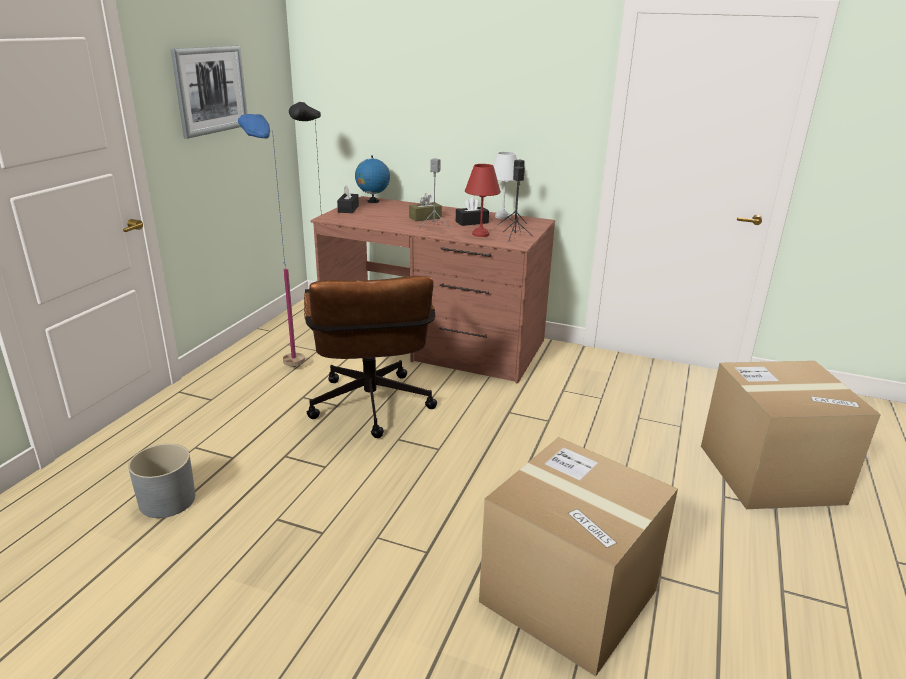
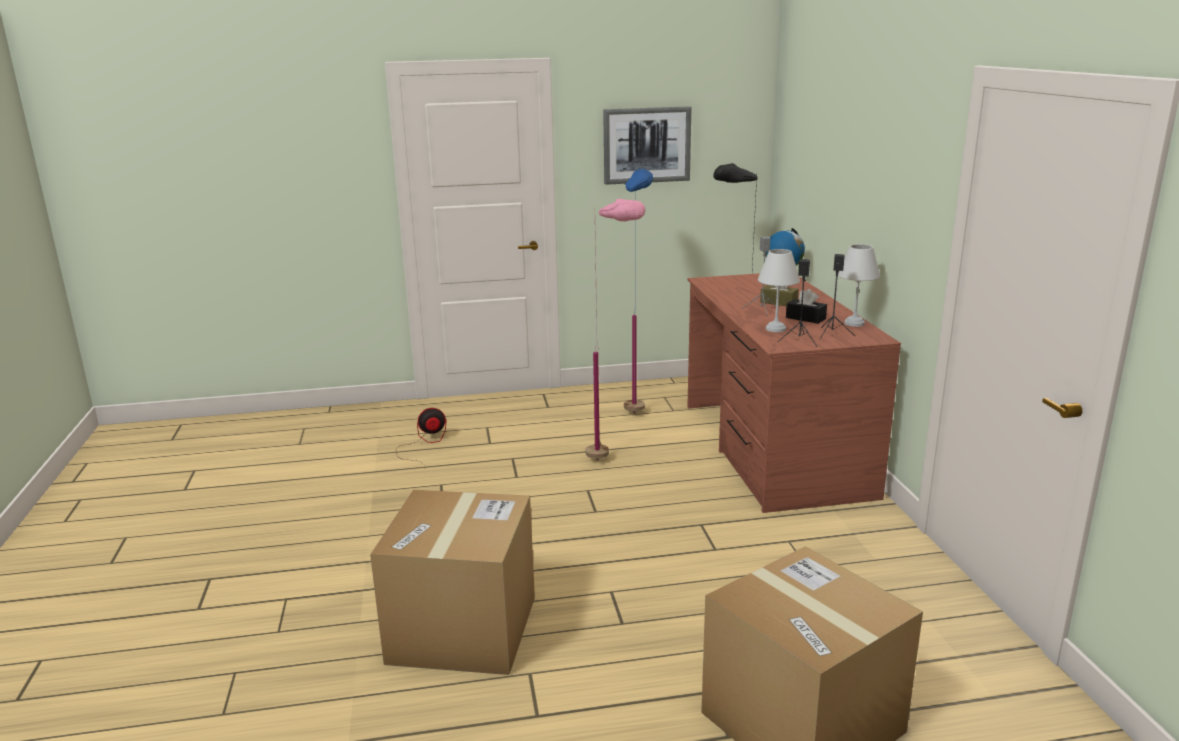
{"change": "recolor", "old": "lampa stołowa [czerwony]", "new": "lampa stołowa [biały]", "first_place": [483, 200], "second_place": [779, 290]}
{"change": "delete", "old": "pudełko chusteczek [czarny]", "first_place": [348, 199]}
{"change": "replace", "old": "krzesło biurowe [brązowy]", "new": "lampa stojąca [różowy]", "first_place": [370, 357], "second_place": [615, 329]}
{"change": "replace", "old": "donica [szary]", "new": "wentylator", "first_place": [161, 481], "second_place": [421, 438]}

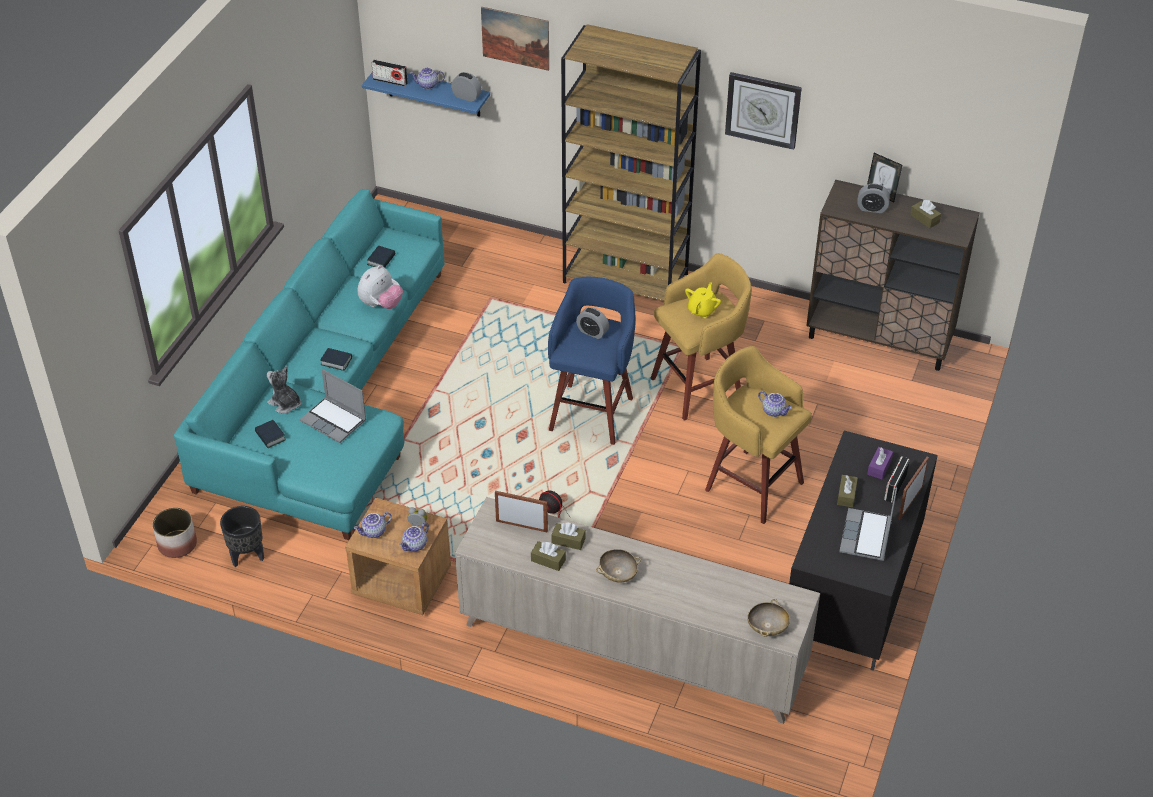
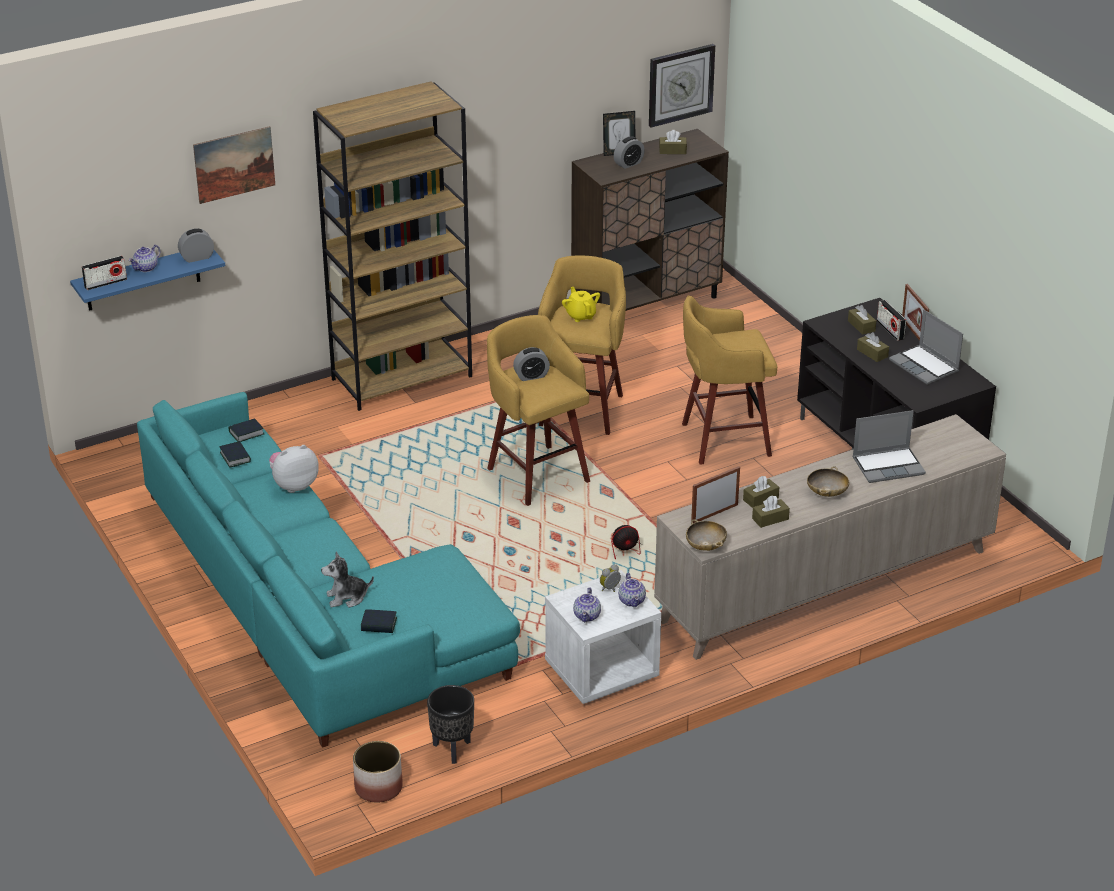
{"change": "move", "old": "zegar ścienny", "first_place": [763, 111], "second_place": [682, 85]}
{"change": "rotate", "old": "pluszak", "first_place": [380, 287], "second_place": [294, 469], "degrees": -105}
{"change": "recolor", "old": "stołek [niebieski]", "new": "stołek [żółty]", "first_place": [592, 361], "second_place": [538, 410]}
{"change": "move", "old": "książka", "first_place": [336, 359], "second_place": [246, 430]}
{"change": "move", "old": "laptop", "first_place": [333, 406], "second_place": [889, 446]}
{"change": "delete", "old": "imbryk", "first_place": [775, 404]}
{"change": "recolor", "old": "pudełko chusteczek [fioletowy]", "new": "pudełko chusteczek [brązowy]", "first_place": [880, 463], "second_place": [862, 320]}
{"change": "recolor", "old": "szafka nocna [brązowy]", "new": "szafka nocna [biały]", "first_place": [398, 556], "second_place": [603, 637]}
{"change": "move", "old": "miska [beżowy]", "first_place": [768, 618], "second_place": [706, 535]}

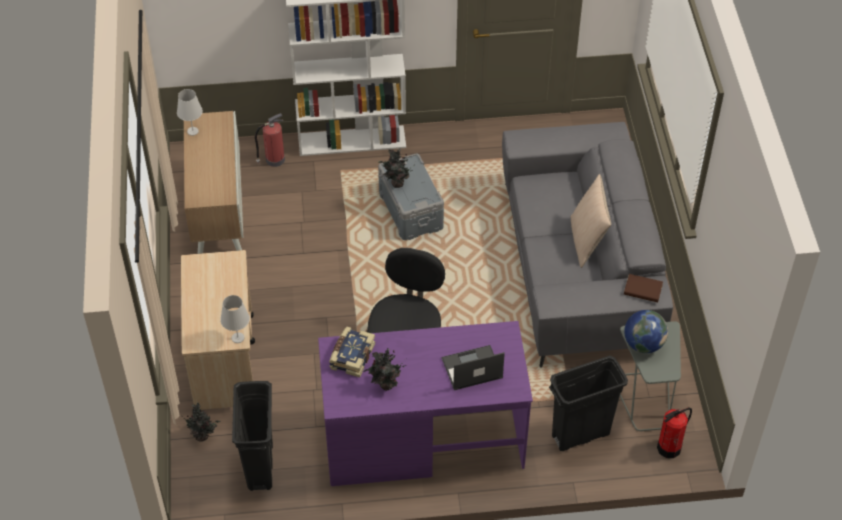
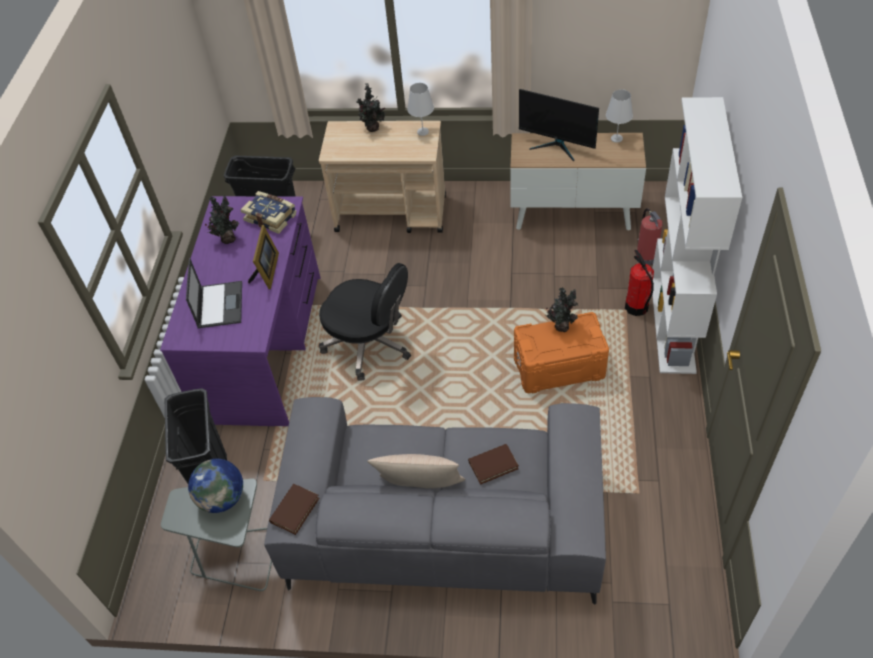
{"change": "recolor", "old": "pojemnik do przechowywania [szary]", "new": "pojemnik do przechowywania [pomarańczowy]", "first_place": [411, 196], "second_place": [561, 353]}
{"change": "move", "old": "lampa stołowa [biały]", "first_place": [235, 319], "second_place": [420, 109]}
{"change": "move", "old": "roślina doniczkowa", "first_place": [201, 422], "second_place": [371, 107]}
{"change": "move", "old": "gaśnica", "first_place": [674, 433], "second_place": [639, 283]}
{"change": "insert", "new": "monitor", "second_place": [559, 125]}
{"change": "insert", "new": "ramka na zdjęcie", "second_place": [263, 257]}
{"change": "insert", "new": "książka [brązowy]", "second_place": [493, 464]}

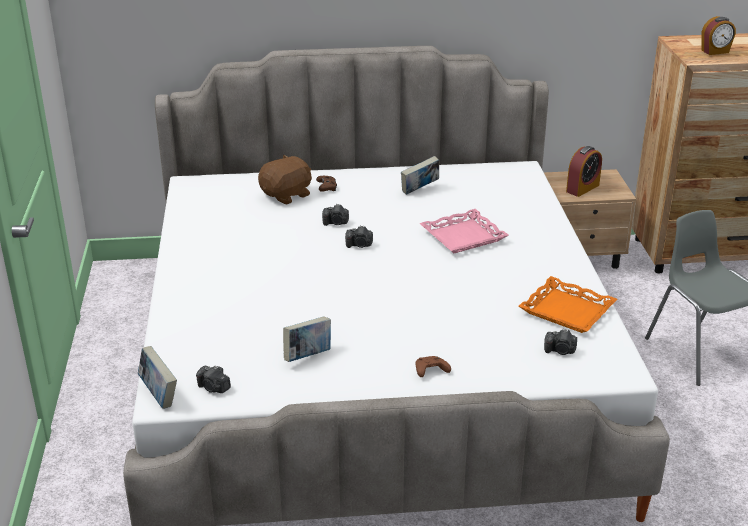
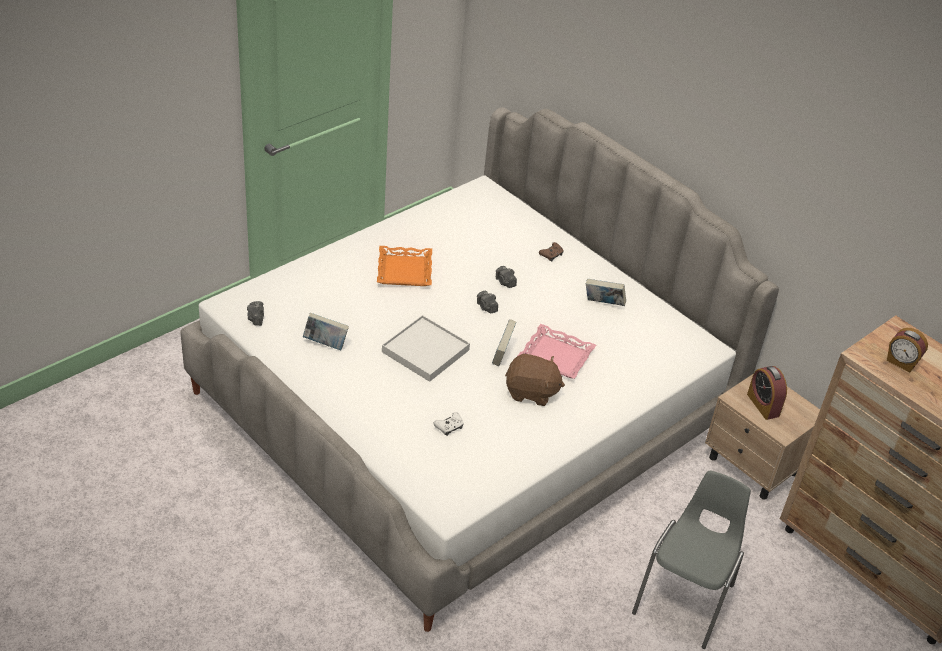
{"change": "rotate", "old": "budzik", "first_place": [584, 171], "second_place": [767, 393], "degrees": 60}
{"change": "move", "old": "pluszak [brązowy]", "first_place": [285, 179], "second_place": [535, 380]}
{"change": "move", "old": "taca [pomarańczowy]", "first_place": [568, 304], "second_place": [404, 266]}
{"change": "delete", "old": "aparat fotograficzny", "first_place": [560, 342]}
{"change": "move", "old": "książka", "first_place": [157, 377], "second_place": [504, 342]}
{"change": "delete", "old": "pad do gier [brązowy]", "first_place": [433, 366]}
{"change": "insert", "new": "taca [biały]", "second_place": [426, 348]}
{"change": "insert", "new": "pad do gier [biały]", "second_place": [448, 424]}

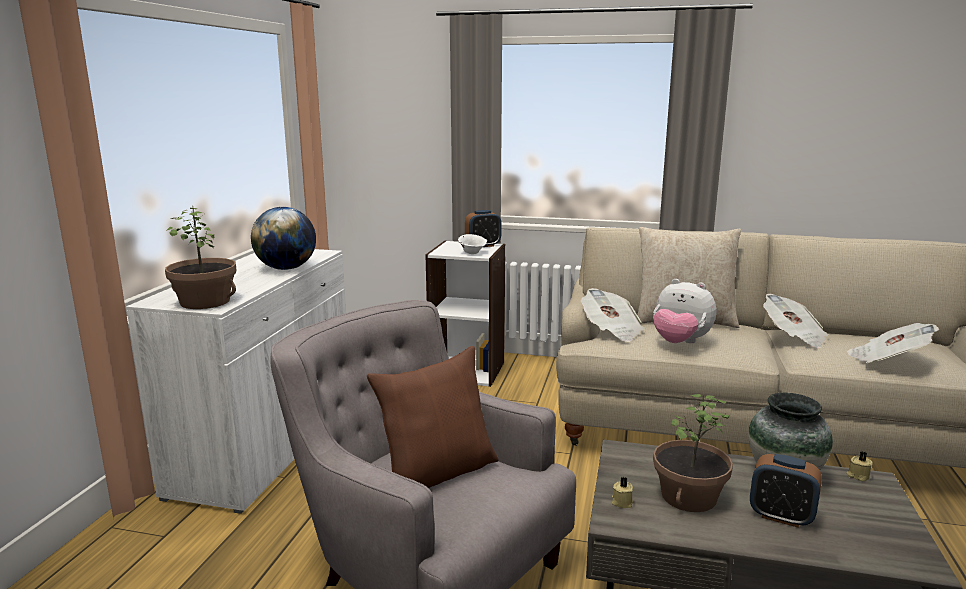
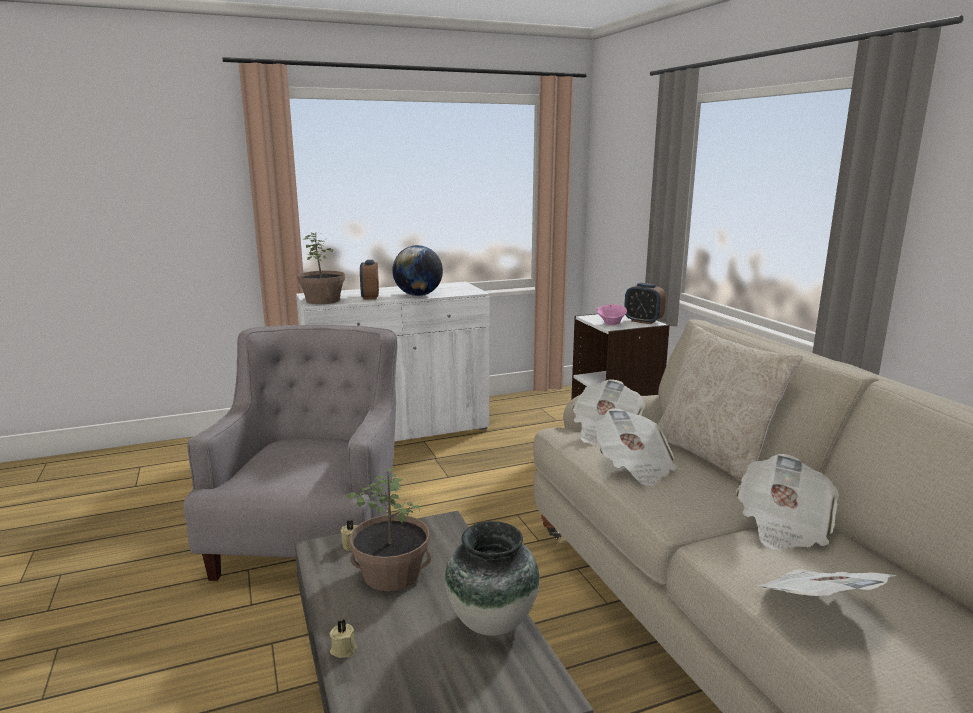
{"change": "recolor", "old": "miska [biały]", "new": "miska [różowy]", "first_place": [472, 244], "second_place": [612, 314]}
{"change": "replace", "old": "pluszak", "new": "gazeta", "first_place": [684, 311], "second_place": [636, 447]}
{"change": "delete", "old": "poduszka [brązowy]", "first_place": [433, 417]}
{"change": "move", "old": "świeca [beżowy]", "first_place": [859, 466], "second_place": [343, 639]}
{"change": "move", "old": "budzik", "first_place": [786, 491], "second_place": [369, 280]}

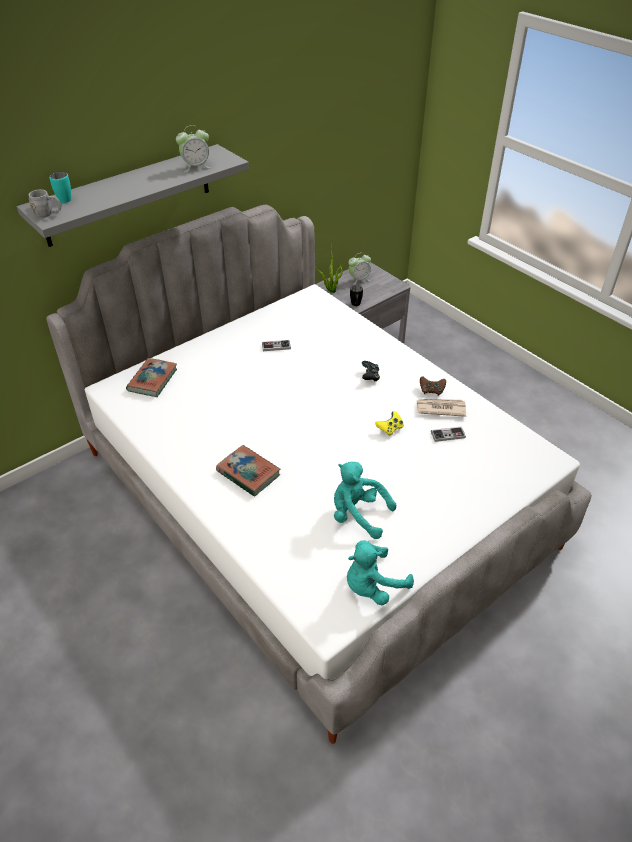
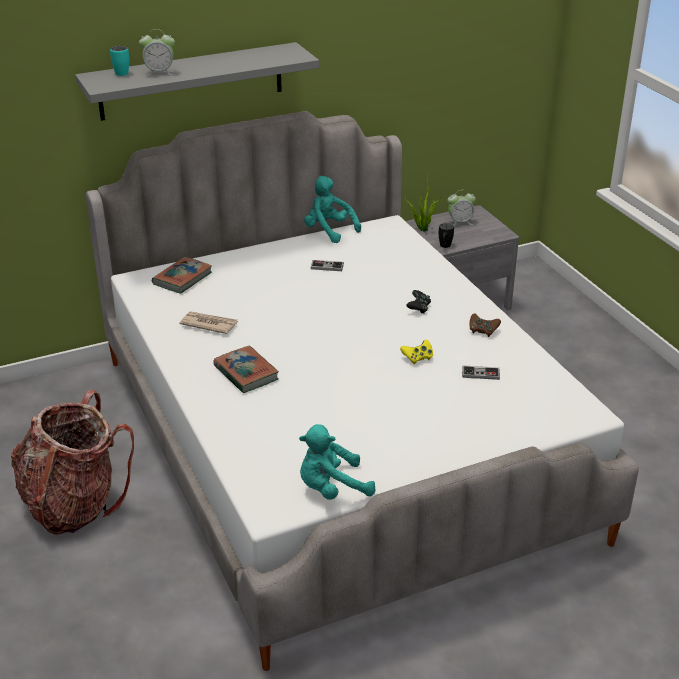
{"change": "move", "old": "budzik", "first_place": [193, 148], "second_place": [157, 53]}
{"change": "delete", "old": "kubek [szary]", "first_place": [45, 203]}
{"change": "move", "old": "gazeta", "first_place": [441, 408], "second_place": [209, 322]}
{"change": "move", "old": "pluszak [turkusowy]", "first_place": [365, 500], "second_place": [332, 209]}
{"change": "insert", "new": "plecak", "second_place": [72, 462]}

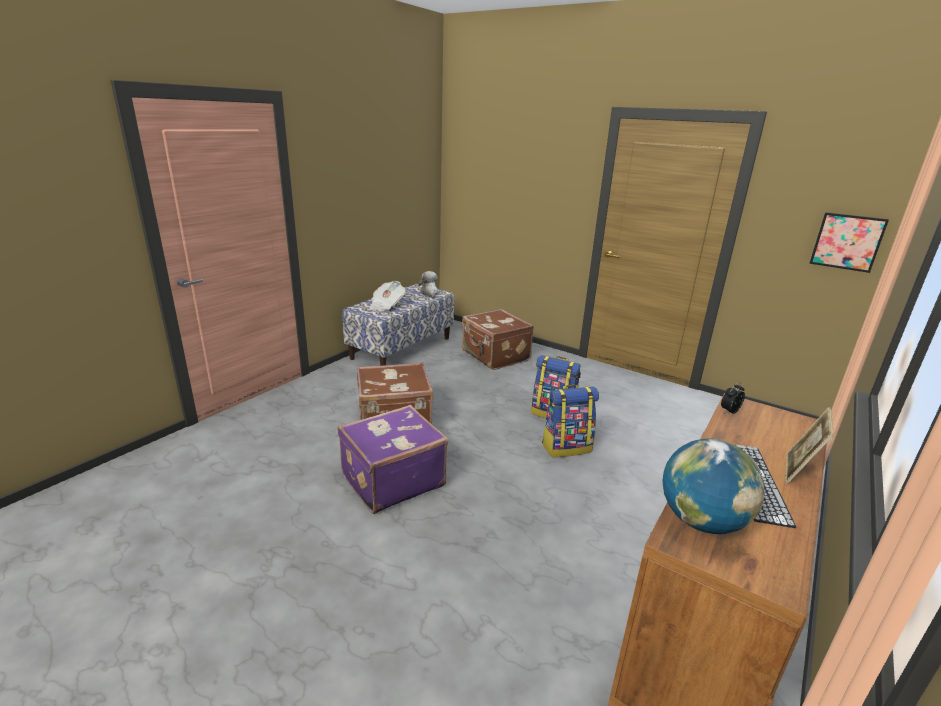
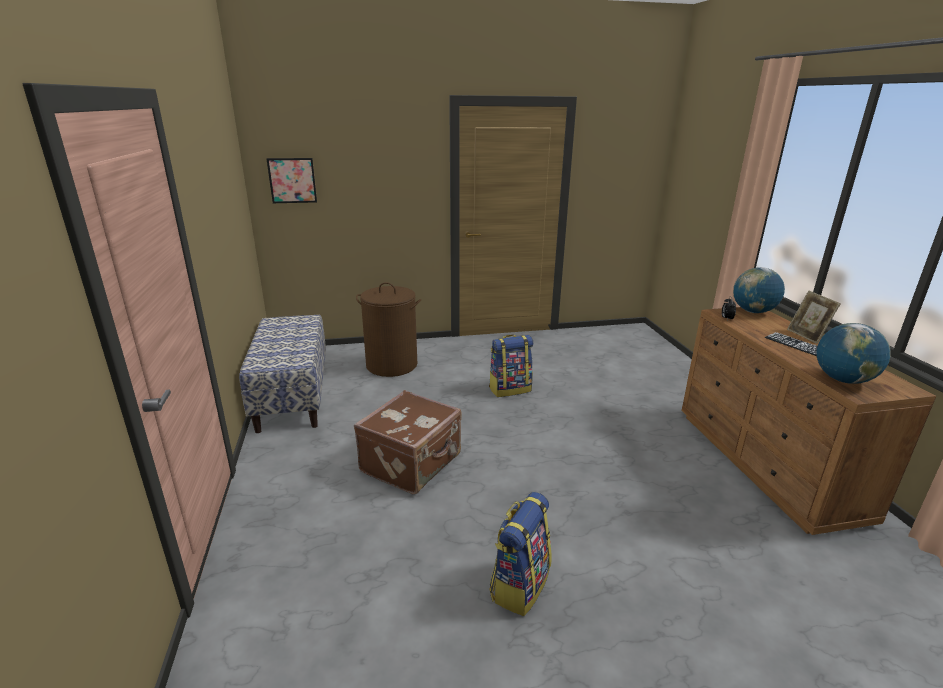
{"change": "move", "old": "obraz", "first_place": [849, 242], "second_place": [292, 180]}
{"change": "delete", "old": "pluszak", "first_place": [429, 284]}
{"change": "delete", "old": "gazeta", "first_place": [388, 295]}
{"change": "replace", "old": "walizka [brązowy]", "new": "kosz na pranie [brązowy]", "first_place": [498, 339], "second_place": [388, 329]}
{"change": "move", "old": "plecak", "first_place": [570, 421], "second_place": [520, 554]}
{"change": "delete", "old": "walizka [fioletowy]", "first_place": [393, 459]}
{"change": "insert", "new": "globus", "second_place": [759, 290]}

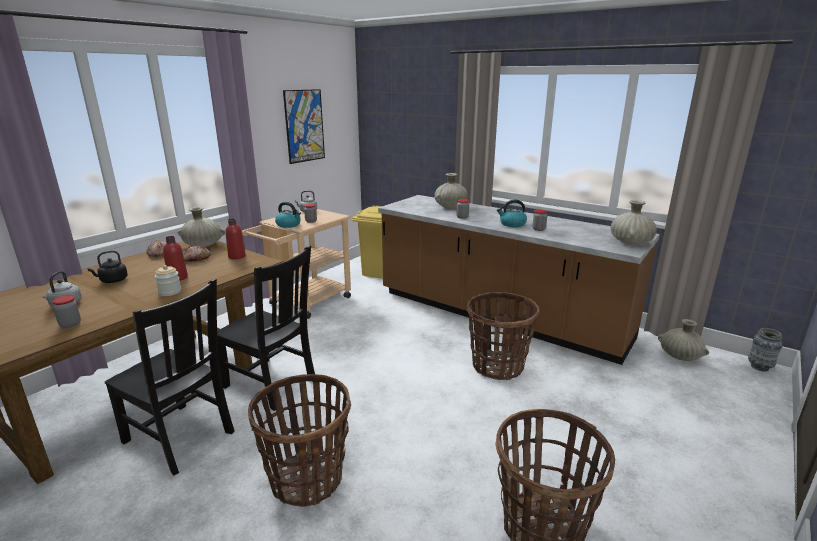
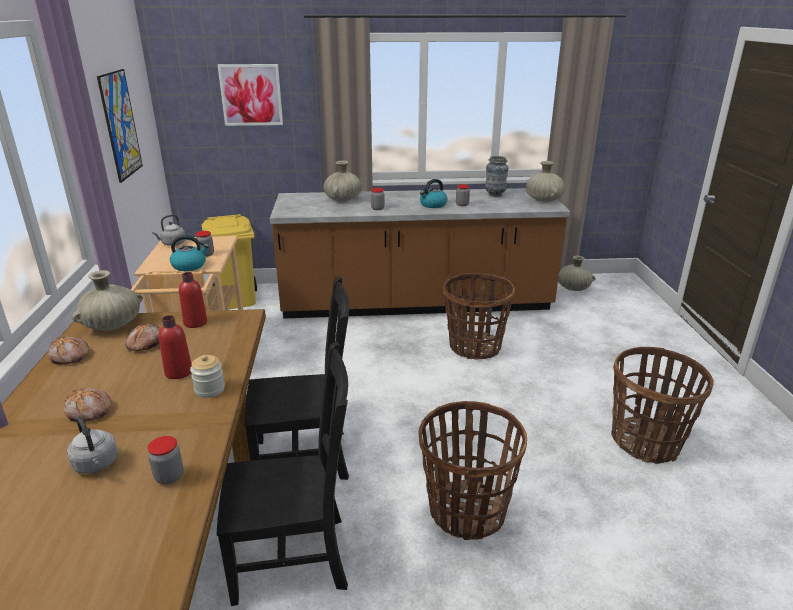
{"change": "replace", "old": "czajnik [czarny]", "new": "chleb", "first_place": [107, 266], "second_place": [88, 405]}
{"change": "move", "old": "wazon", "first_place": [765, 349], "second_place": [497, 176]}
{"change": "insert", "new": "obraz", "second_place": [250, 95]}

